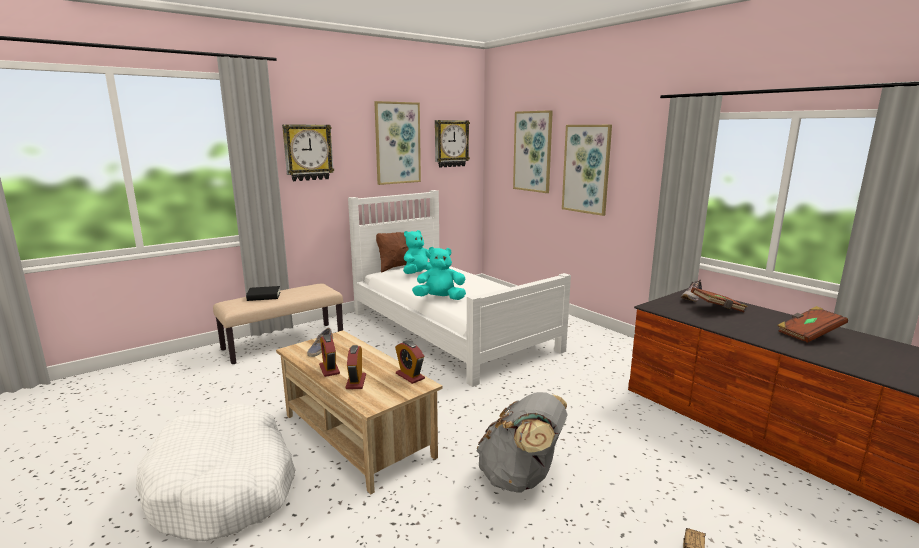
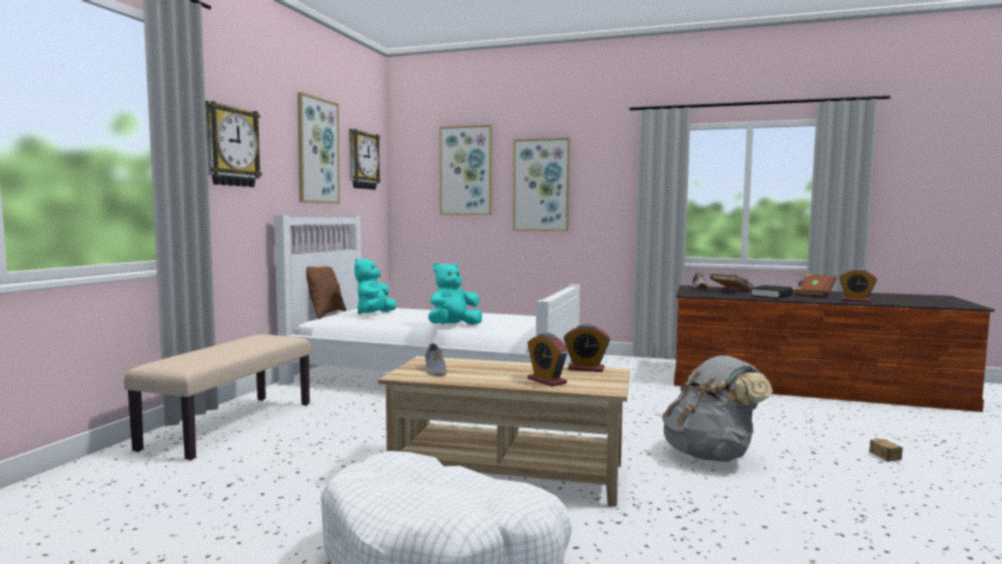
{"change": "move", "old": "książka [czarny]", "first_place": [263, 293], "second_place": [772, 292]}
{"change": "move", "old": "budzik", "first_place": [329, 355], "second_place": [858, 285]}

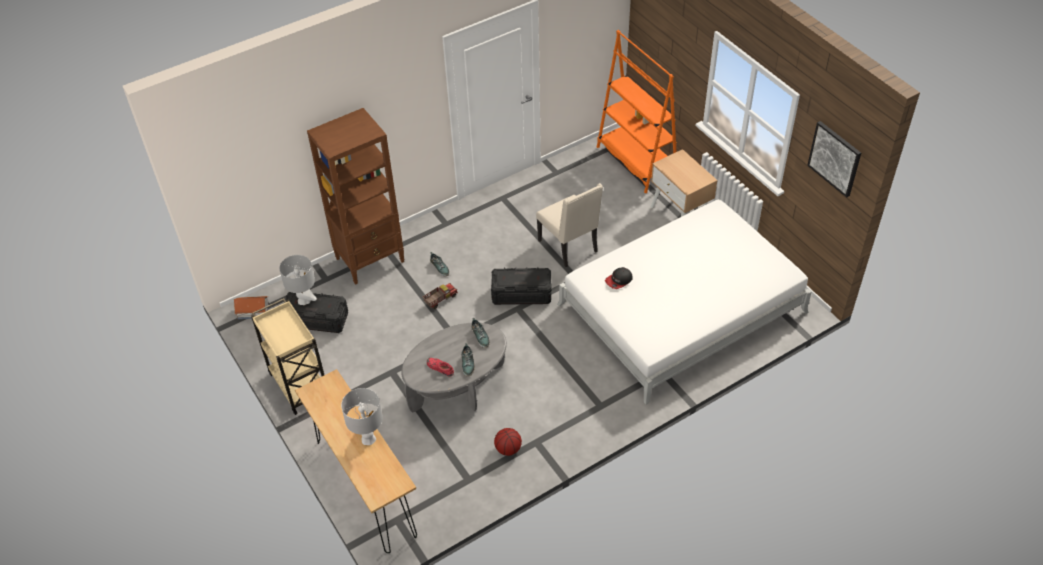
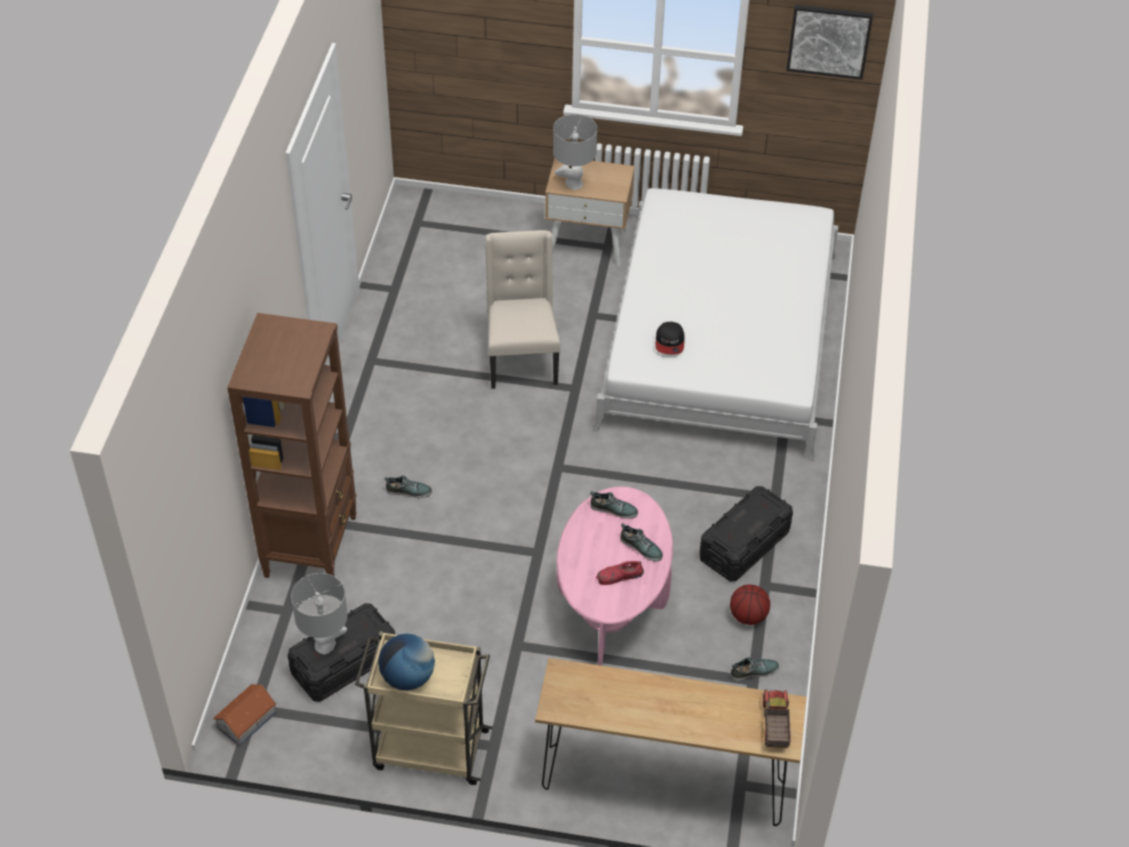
{"change": "delete", "old": "regał [pomarańczowy]", "first_place": [637, 111]}
{"change": "rotate", "old": "krzesło [beżowy]", "first_place": [569, 225], "second_place": [522, 309], "degrees": -105}
{"change": "move", "old": "pojemnik do przechowywania [czarny]", "first_place": [521, 286], "second_place": [746, 533]}
{"change": "move", "old": "ciężarówka zabawkowa", "first_place": [440, 296], "second_place": [777, 719]}
{"change": "recolor", "old": "ława [szary]", "new": "ława [różowy]", "first_place": [454, 367], "second_place": [615, 576]}
{"change": "move", "old": "lampa stołowa [szary]", "first_place": [362, 416], "second_place": [575, 152]}
{"change": "insert", "new": "globus", "second_place": [406, 662]}
{"change": "insert", "new": "but", "second_place": [755, 669]}

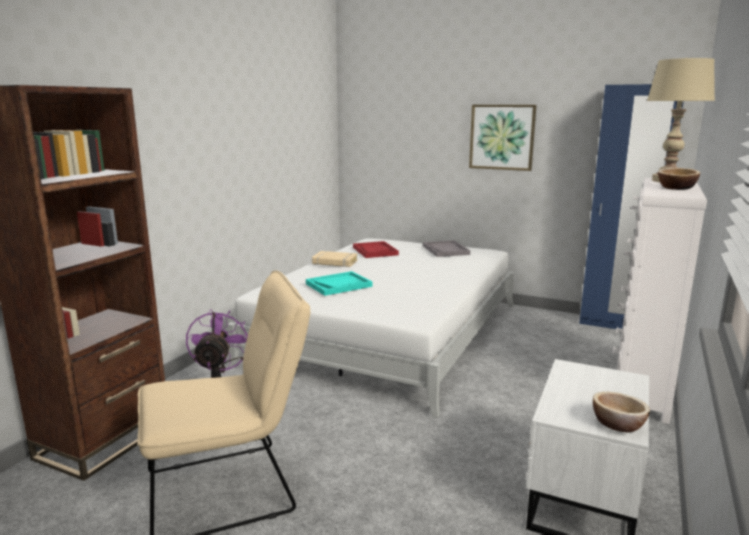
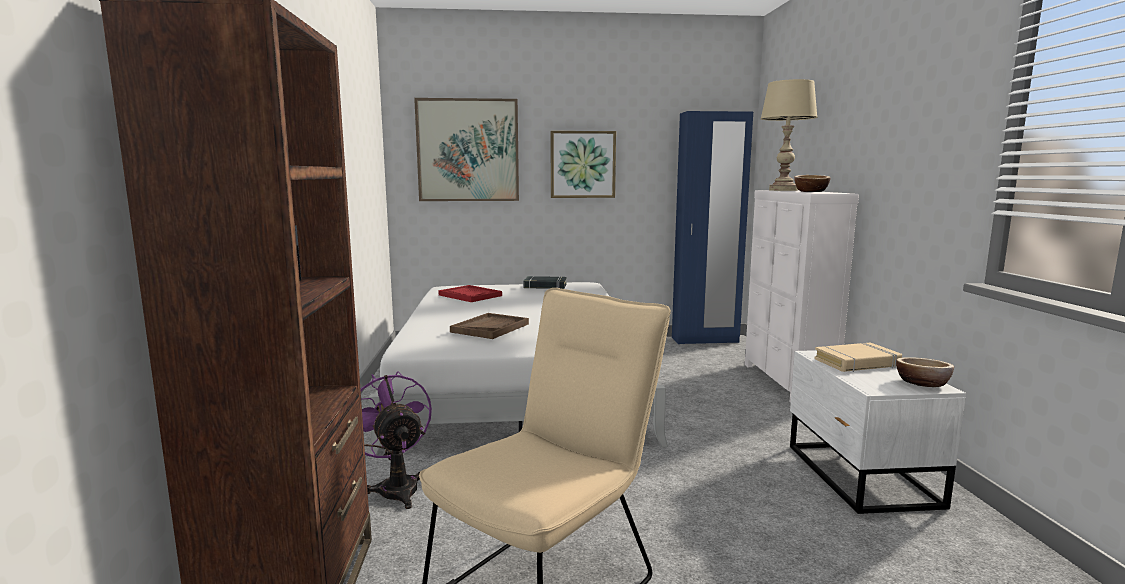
{"change": "replace", "old": "taca [szary]", "new": "książka [czarny]", "first_place": [446, 248], "second_place": [544, 282]}
{"change": "move", "old": "książka [beżowy]", "first_place": [335, 259], "second_place": [858, 357]}
{"change": "recolor", "old": "taca [turkusowy]", "new": "taca [brązowy]", "first_place": [339, 283], "second_place": [489, 326]}
{"change": "insert", "new": "obraz", "second_place": [466, 149]}

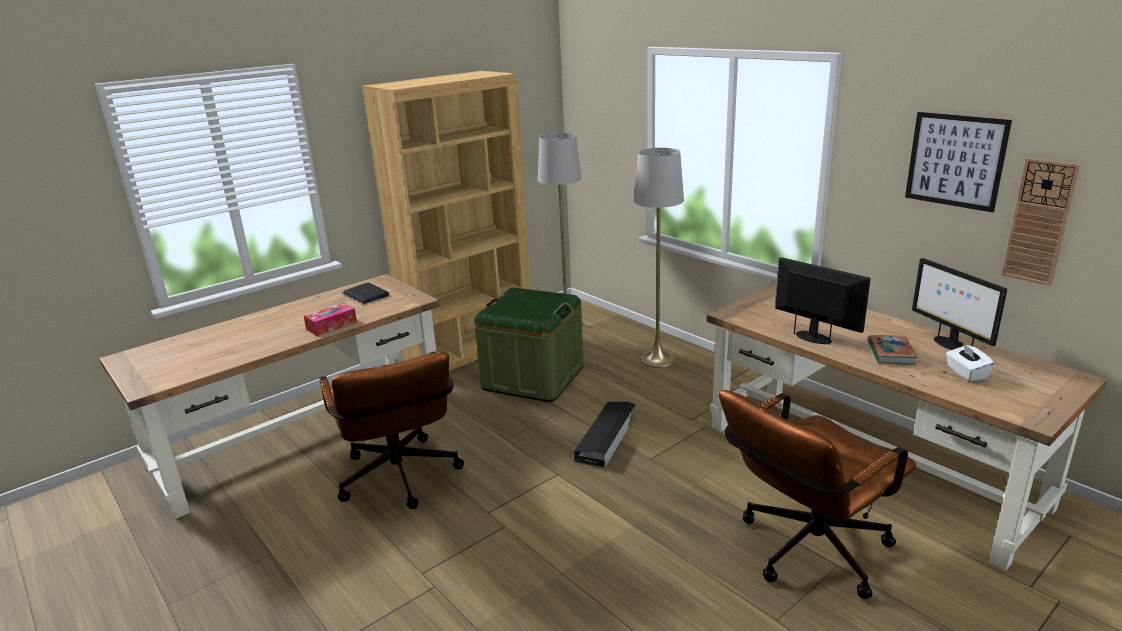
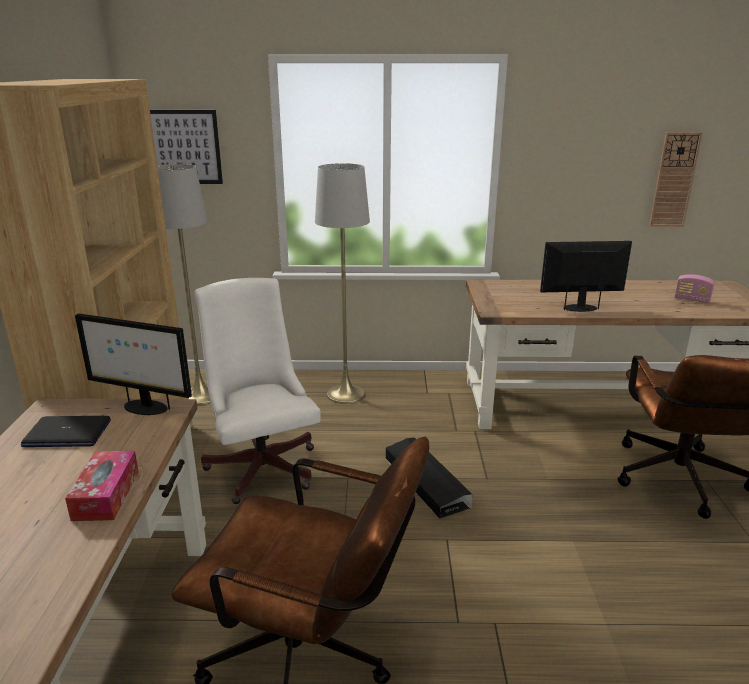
{"change": "move", "old": "obraz", "first_place": [958, 162], "second_place": [186, 147]}
{"change": "move", "old": "monitor", "first_place": [959, 304], "second_place": [133, 364]}
{"change": "replace", "old": "pojemnik do przechowywania [zielony]", "new": "krzesło biurowe [biały]", "first_place": [528, 345], "second_place": [257, 391]}
{"change": "delete", "old": "książka", "first_place": [893, 350]}
{"change": "replace", "old": "pudełko chusteczek [biały]", "new": "radio", "first_place": [970, 362], "second_place": [694, 288]}

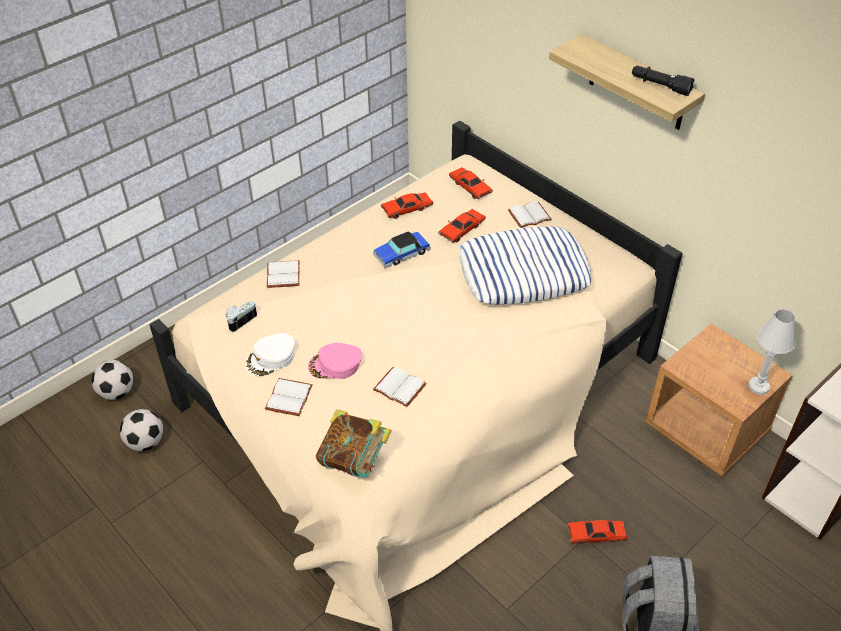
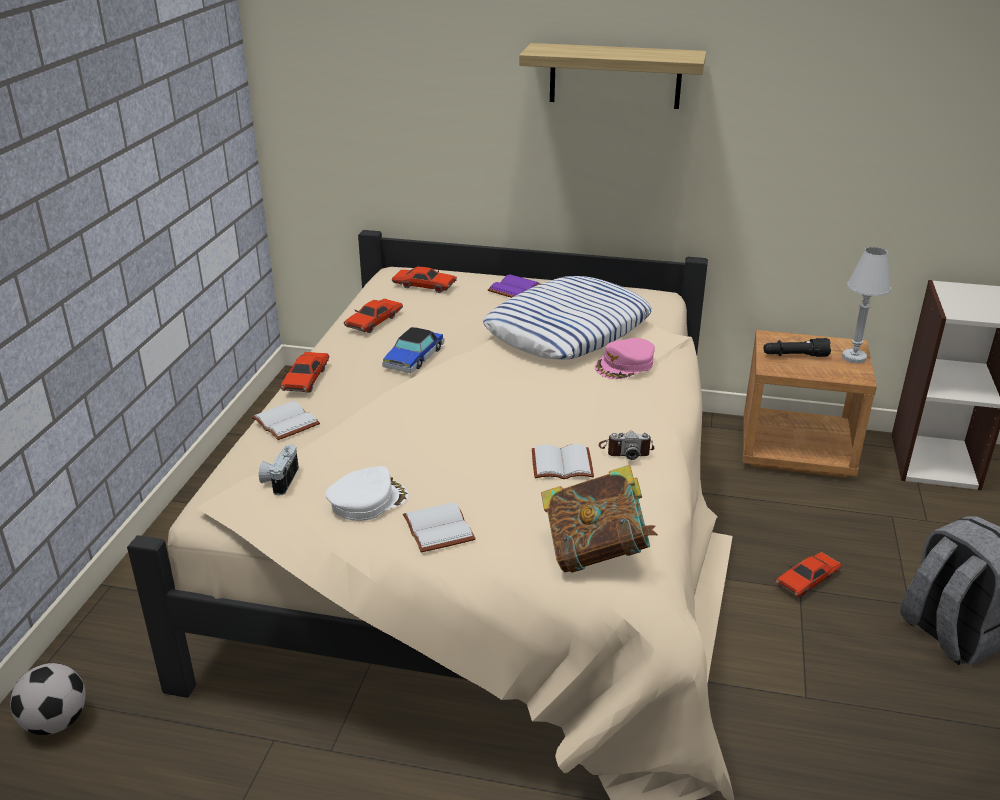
{"change": "move", "old": "latarka [czarny]", "first_place": [663, 81], "second_place": [797, 347]}
{"change": "recolor", "old": "książka [biały]", "new": "książka [fioletowy]", "first_place": [530, 214], "second_place": [514, 286]}
{"change": "move", "old": "samochodzik [czerwony]", "first_place": [462, 226], "second_place": [304, 372]}
{"change": "rotate", "old": "czapka z daszkiem [biały]", "first_place": [270, 354], "second_place": [367, 493], "degrees": -135}
{"change": "move", "old": "czapka z daszkiem [różowy]", "first_place": [335, 361], "second_place": [625, 358]}
{"change": "delete", "old": "piłka futbolowa", "first_place": [141, 430]}
{"change": "insert", "new": "aparat fotograficzny", "second_place": [626, 445]}

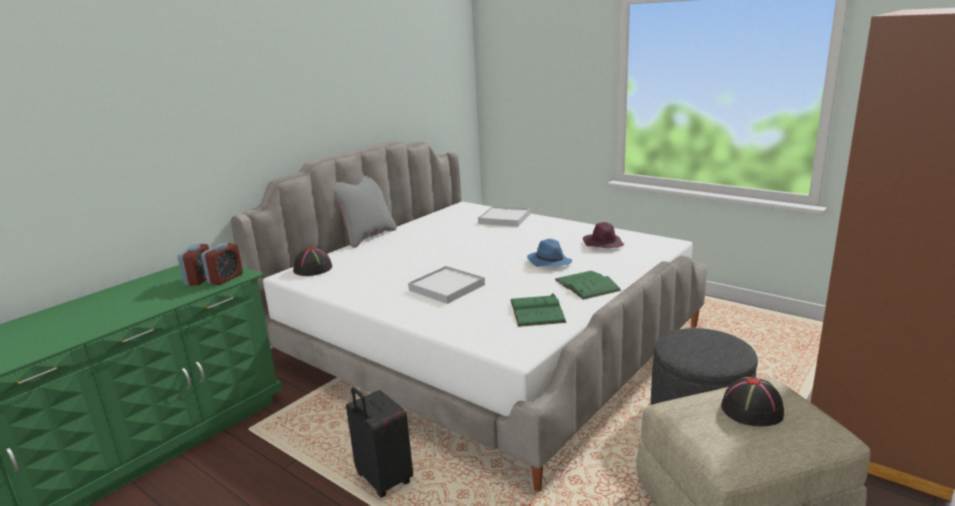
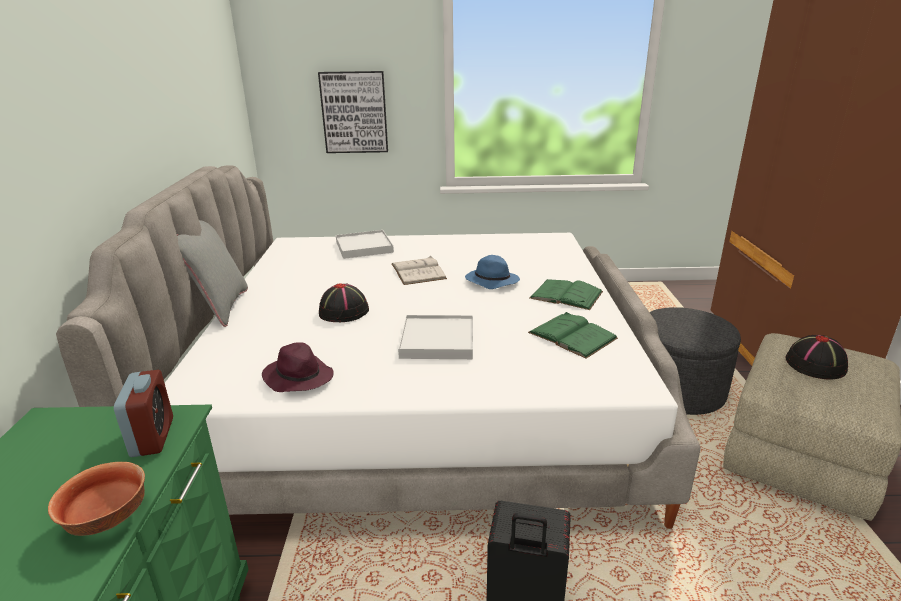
{"change": "move", "old": "kapelusz [fioletowy]", "first_place": [603, 235], "second_place": [298, 367]}
{"change": "delete", "old": "budzik", "first_place": [193, 265]}
{"change": "move", "old": "kapelusz [czarny]", "first_place": [312, 261], "second_place": [344, 302]}
{"change": "insert", "new": "obraz", "second_place": [353, 112]}
{"change": "insert", "new": "książka [biały]", "second_place": [419, 270]}
{"change": "insert", "new": "miska", "second_place": [96, 499]}

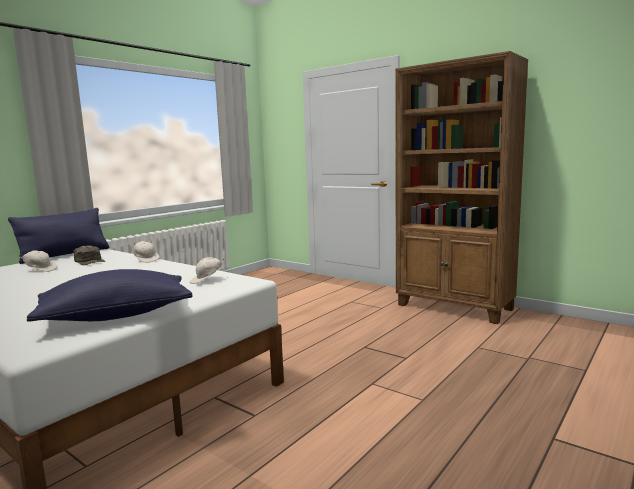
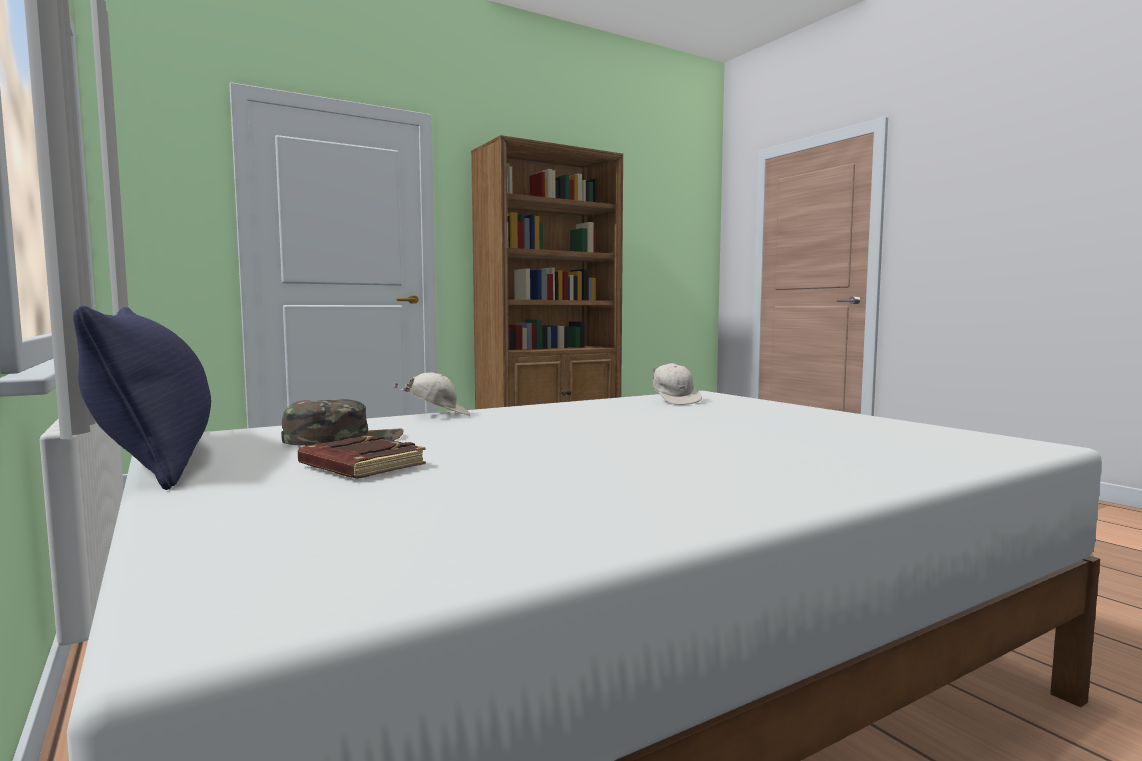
{"change": "replace", "old": "czapka z daszkiem [biały]", "new": "książka [brązowy]", "first_place": [38, 261], "second_place": [362, 457]}
{"change": "delete", "old": "poduszka [niebieski]", "first_place": [110, 295]}

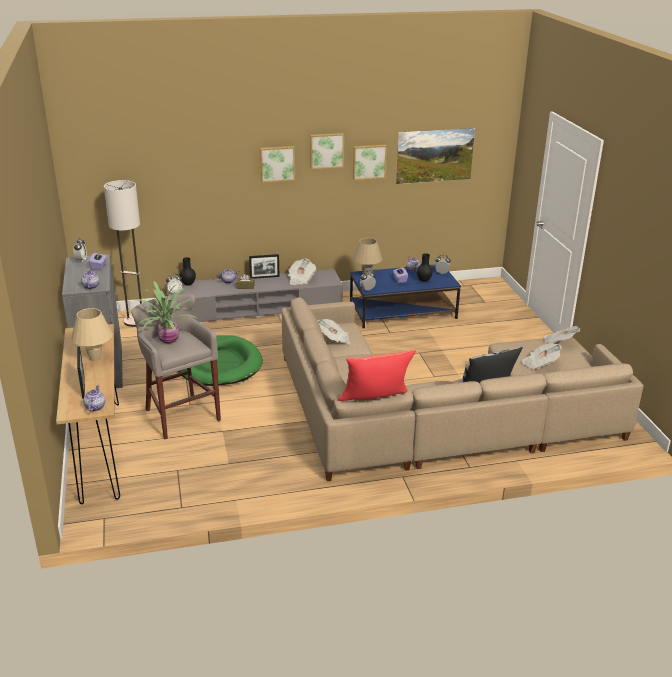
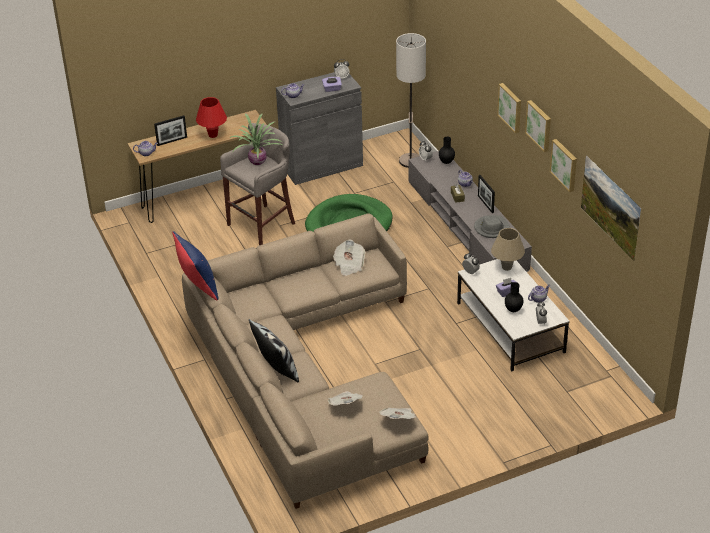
{"change": "replace", "old": "gazeta", "new": "kapelusz [szary]", "first_place": [302, 272], "second_place": [492, 226]}
{"change": "recolor", "old": "ława [niebieski]", "new": "ława [biały]", "first_place": [405, 296], "second_place": [513, 315]}
{"change": "recolor", "old": "lampa stołowa [beżowy]", "new": "lampa stołowa [czerwony]", "first_place": [92, 334], "second_place": [211, 117]}
{"change": "recolor", "old": "poduszka [czerwony]", "new": "poduszka [niebieski]", "first_place": [377, 375], "second_place": [195, 265]}

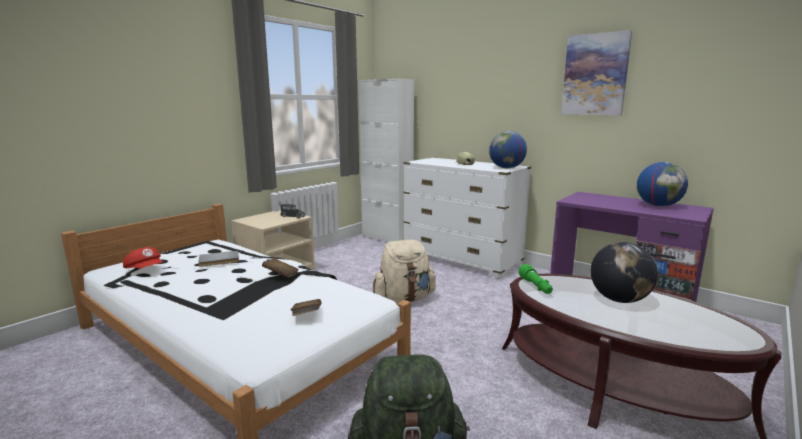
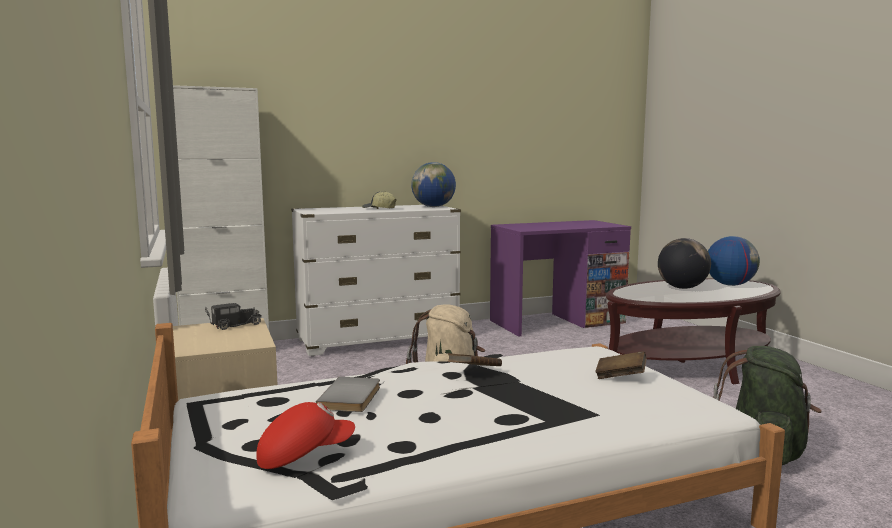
{"change": "delete", "old": "obraz", "first_place": [596, 72]}
{"change": "move", "old": "globus", "first_place": [662, 184], "second_place": [734, 261]}
{"change": "delete", "old": "latarka [zielony]", "first_place": [536, 279]}

